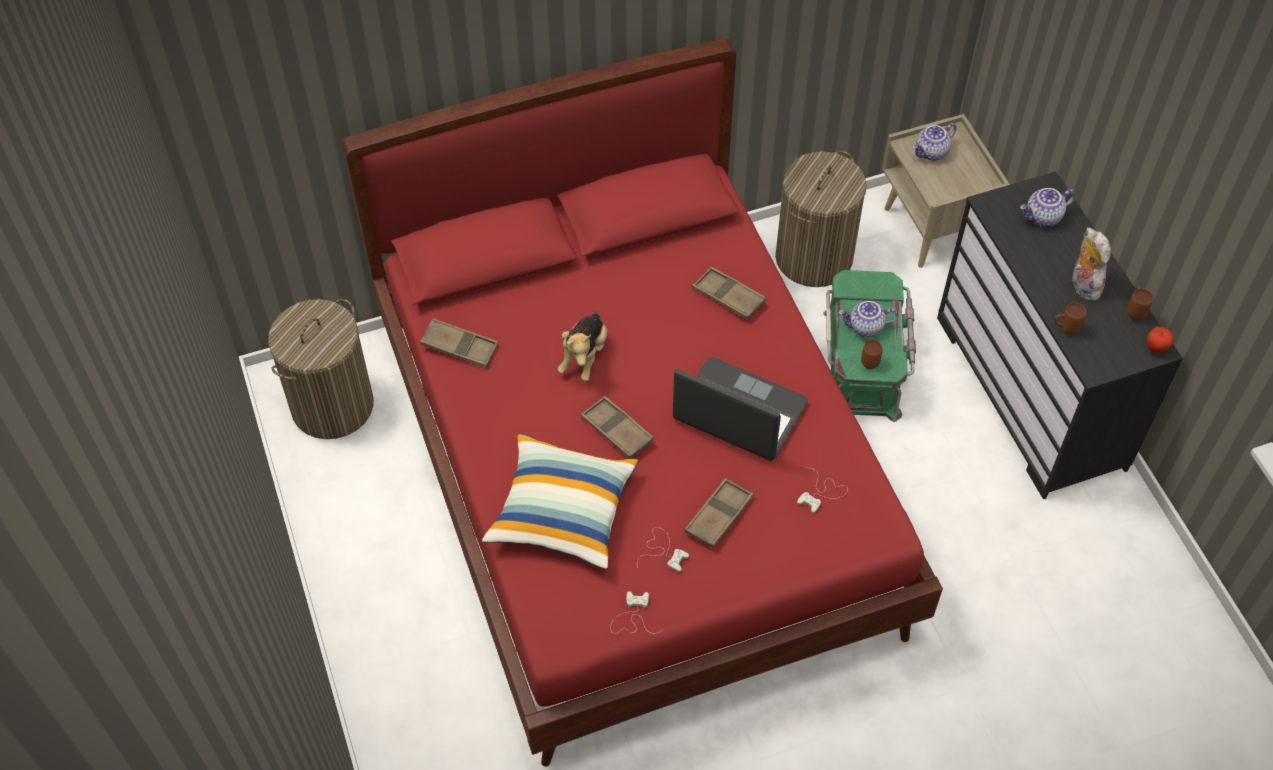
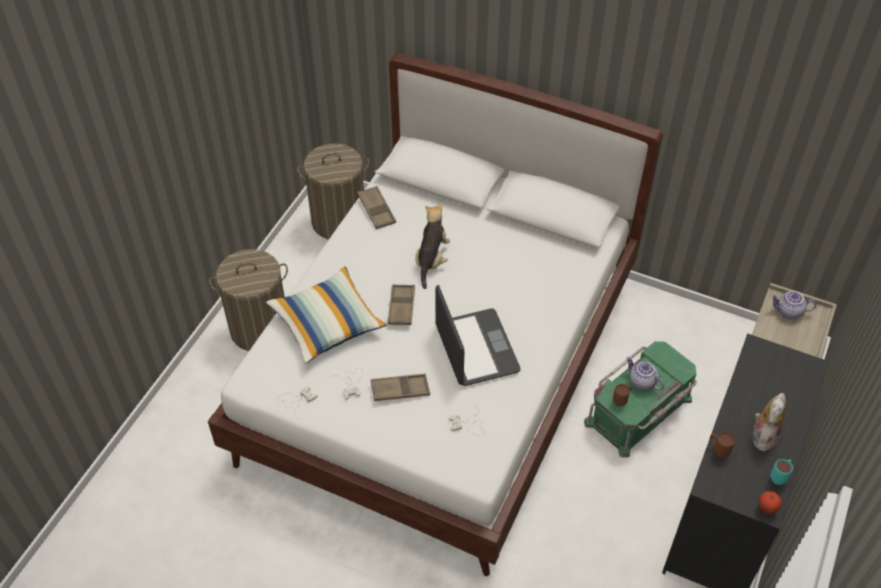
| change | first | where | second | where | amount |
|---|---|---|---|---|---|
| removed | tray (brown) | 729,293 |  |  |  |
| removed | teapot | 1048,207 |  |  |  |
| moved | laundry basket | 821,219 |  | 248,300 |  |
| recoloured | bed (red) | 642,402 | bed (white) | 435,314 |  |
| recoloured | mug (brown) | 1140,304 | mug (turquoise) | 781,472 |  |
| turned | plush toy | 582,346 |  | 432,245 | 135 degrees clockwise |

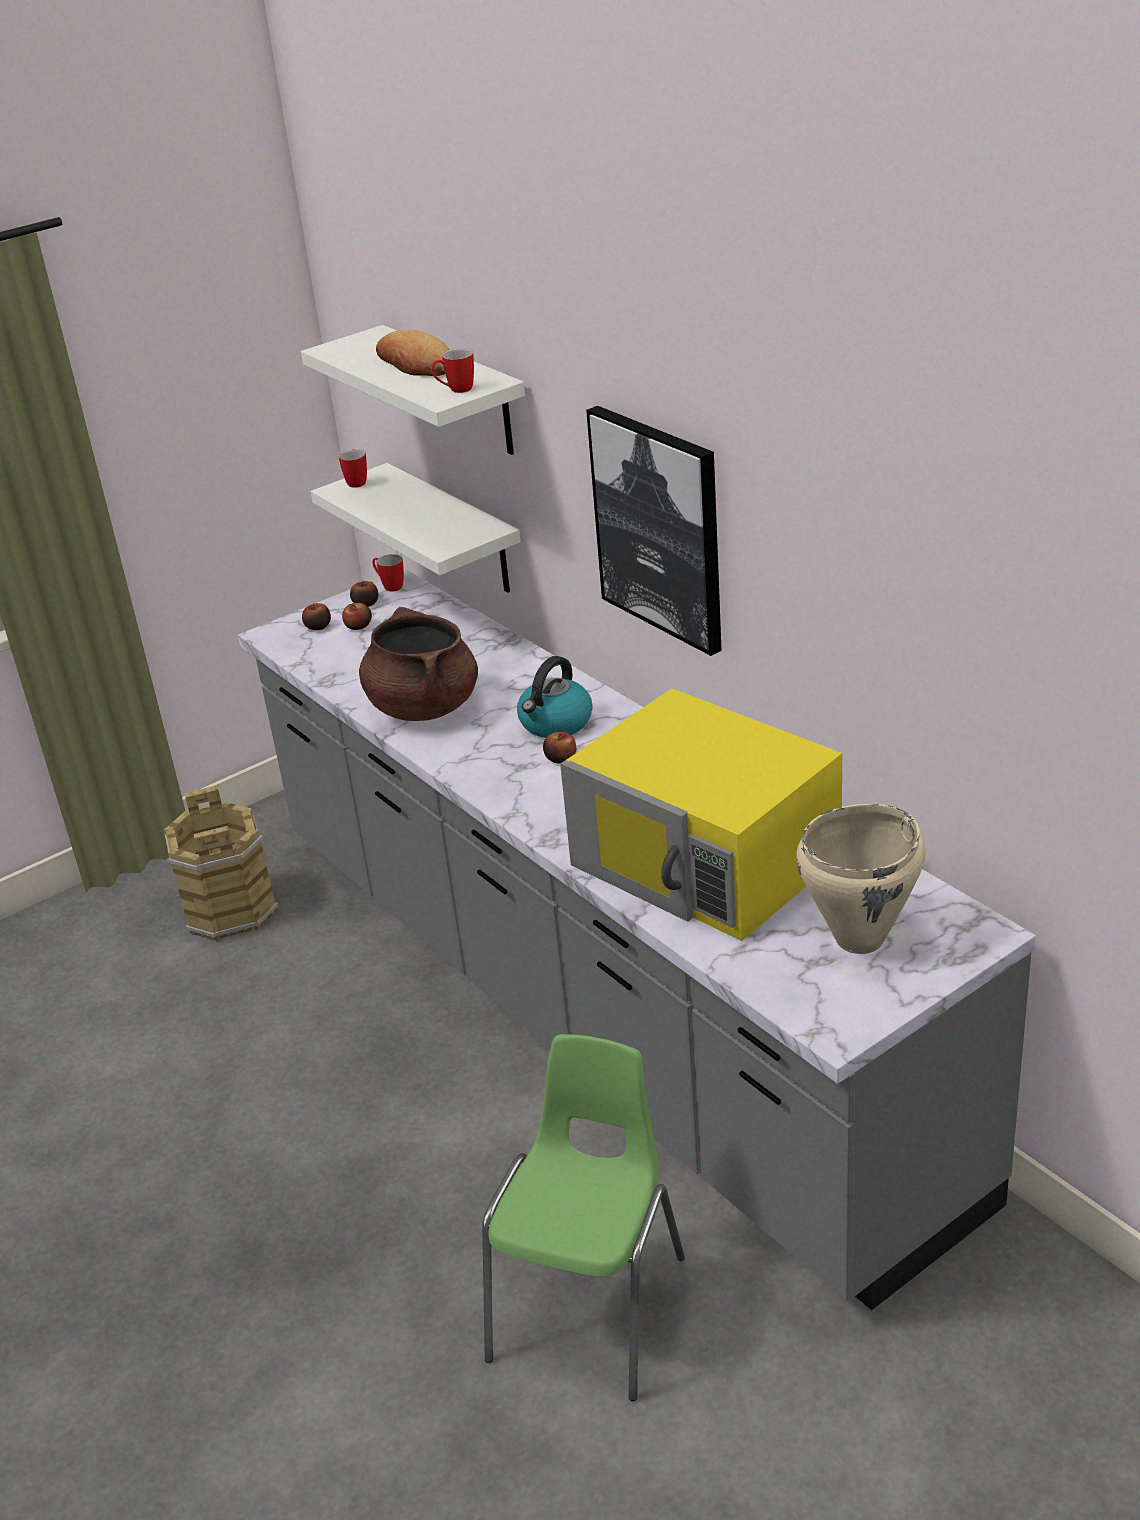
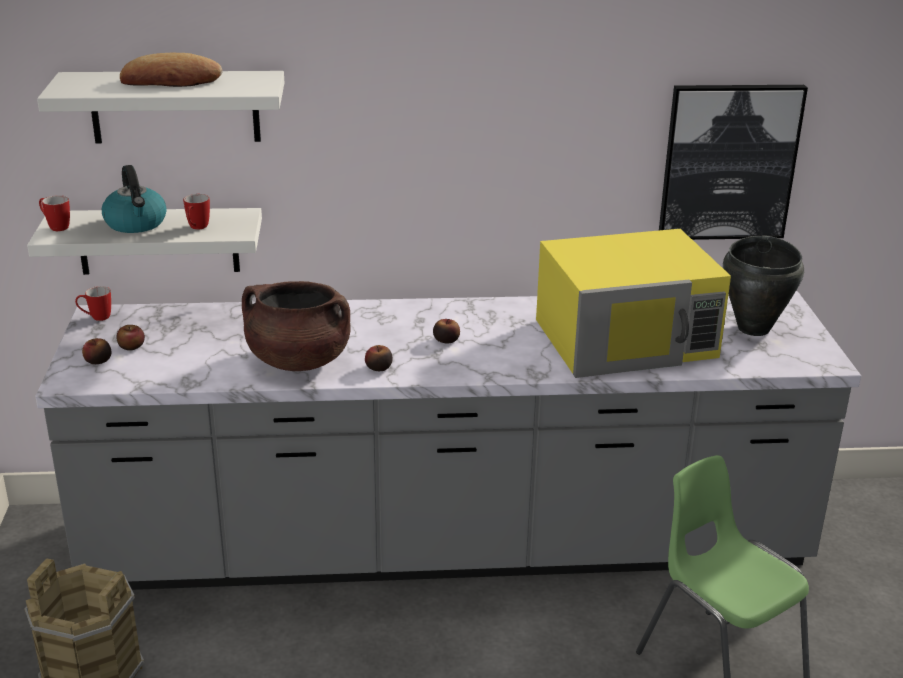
| change | first | where | second | where | amount |
|---|---|---|---|---|---|
| moved | apple | 364,594 |  | 378,358 |  |
| moved | mug | 452,370 |  | 196,212 |  |
| moved | kettle | 555,697 |  | 134,199 |  |
| moved | picture | 654,531 |  | 733,162 |  |
| recoloured | cooking pot (beige) | 861,879 | cooking pot (black) | 763,286 |  |

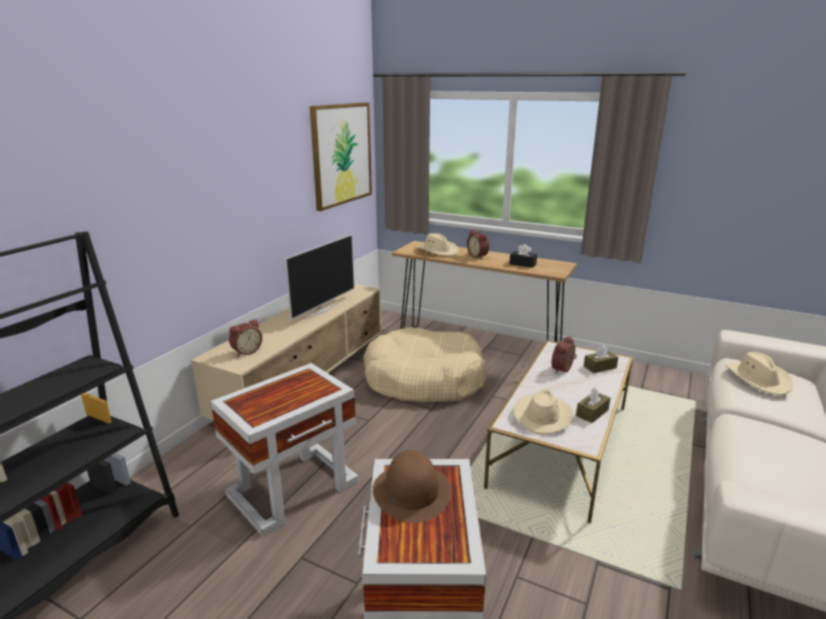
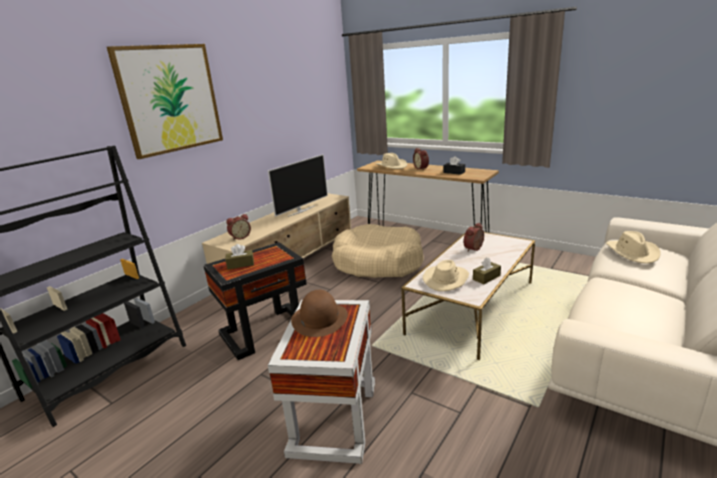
| change | first | where | second | where | amount |
|---|---|---|---|---|---|
| moved | picture | 341,157 |  | 165,101 |  |
| moved | tissue box (brown) | 601,359 |  | 239,256 |  |
| recoloured | side table (white) | 284,450 | side table (black) | 255,301 |  |

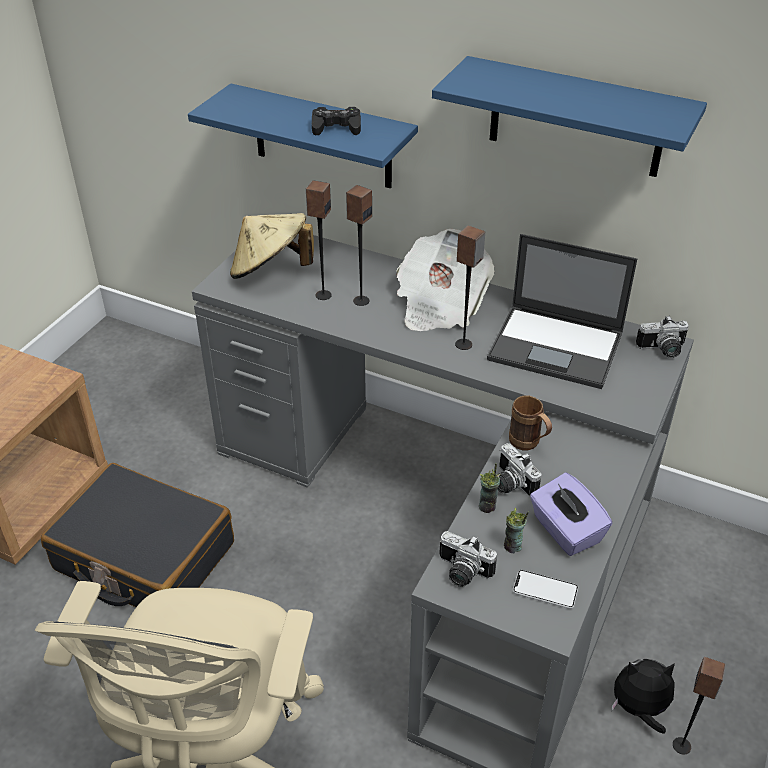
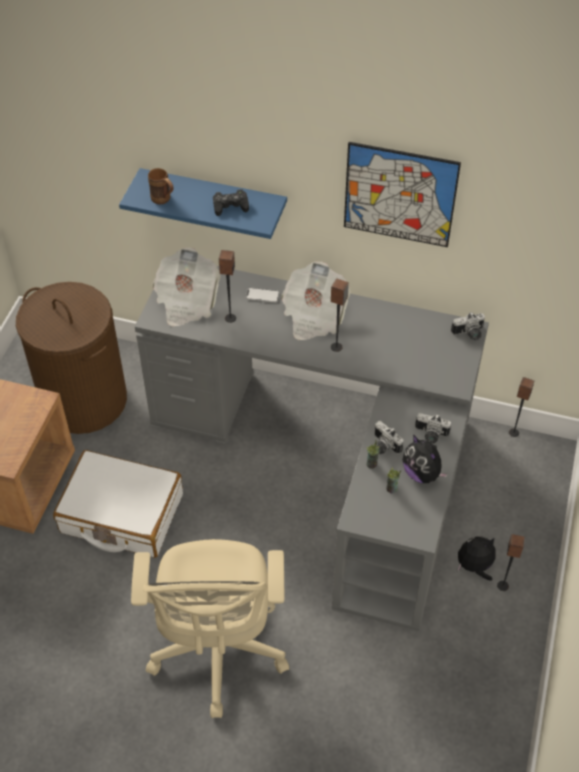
| change | first | where | second | where | amount |
|---|---|---|---|---|---|
| removed | laptop | 562,311 |  |  |  |
| added |  |  | laundry basket (brown) | 71,358 |  |
| moved | speaker | 359,245 |  | 521,407 |  |
| moved | photo camera | 468,559 |  | 433,428 |  |
| moved | mug (brown) | 530,423 |  | 161,186 |  |
| moved | phone | 546,589 |  | 263,295 |  |
| replaced | hat (beige) | 272,246 | newspaper | 186,287 |  |
| replaced | shelf (blue) | 569,116 | picture | 402,194 |  |
| replaced | tissue box (purple) | 571,514 | plush toy | 425,458 |  |
| recoloured | suitcase (black) | 137,535 | suitcase (white) | 118,504 |  |

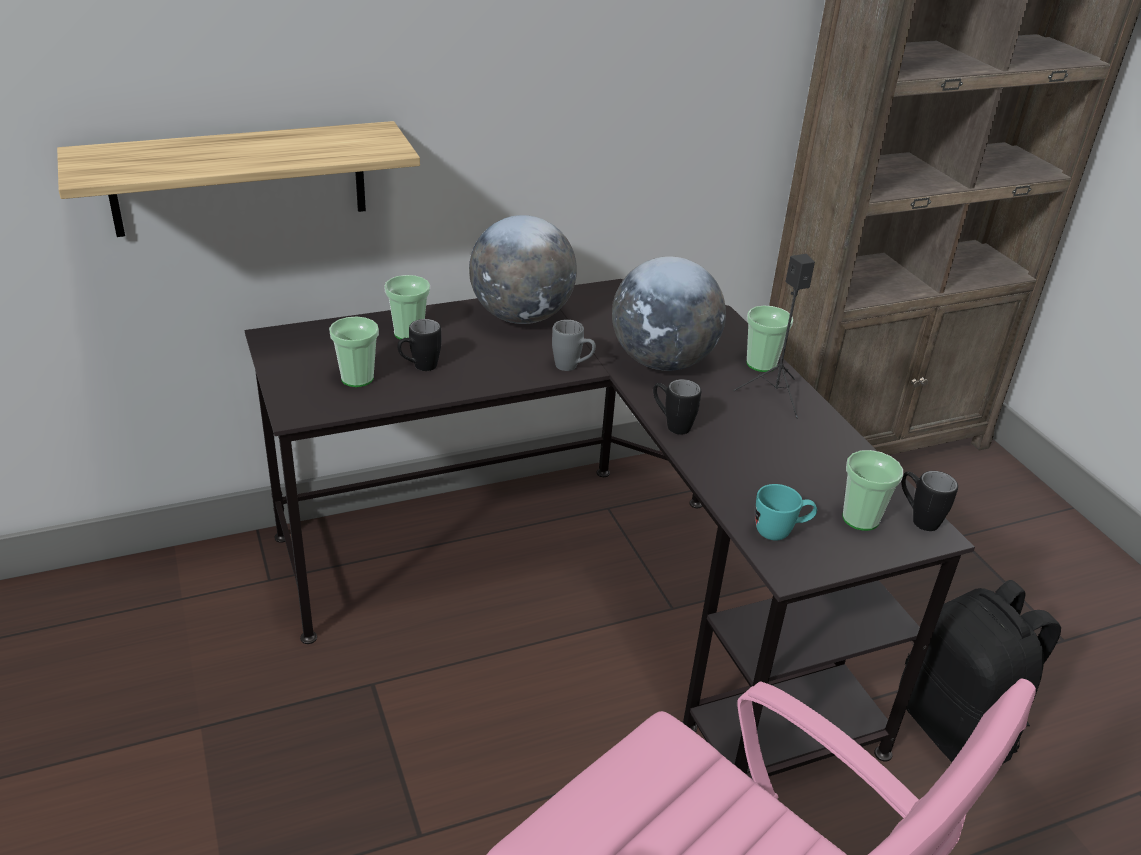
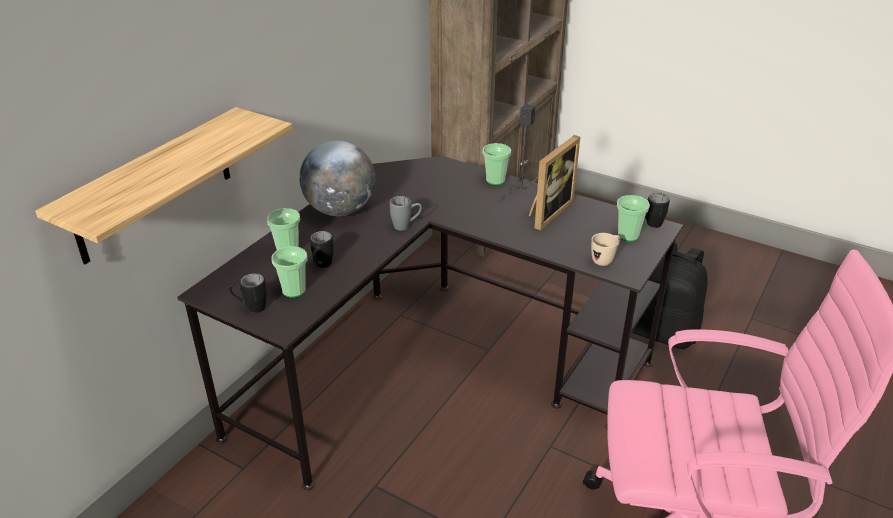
| change | first | where | second | where | amount |
|---|---|---|---|---|---|
| removed | globe | 669,313 |  |  |  |
| added |  |  | picture frame | 554,182 |  |
| moved | mug (black) | 677,407 |  | 248,293 |  |
| recoloured | mug (turquoise) | 786,512 | mug (beige) | 606,249 |  |

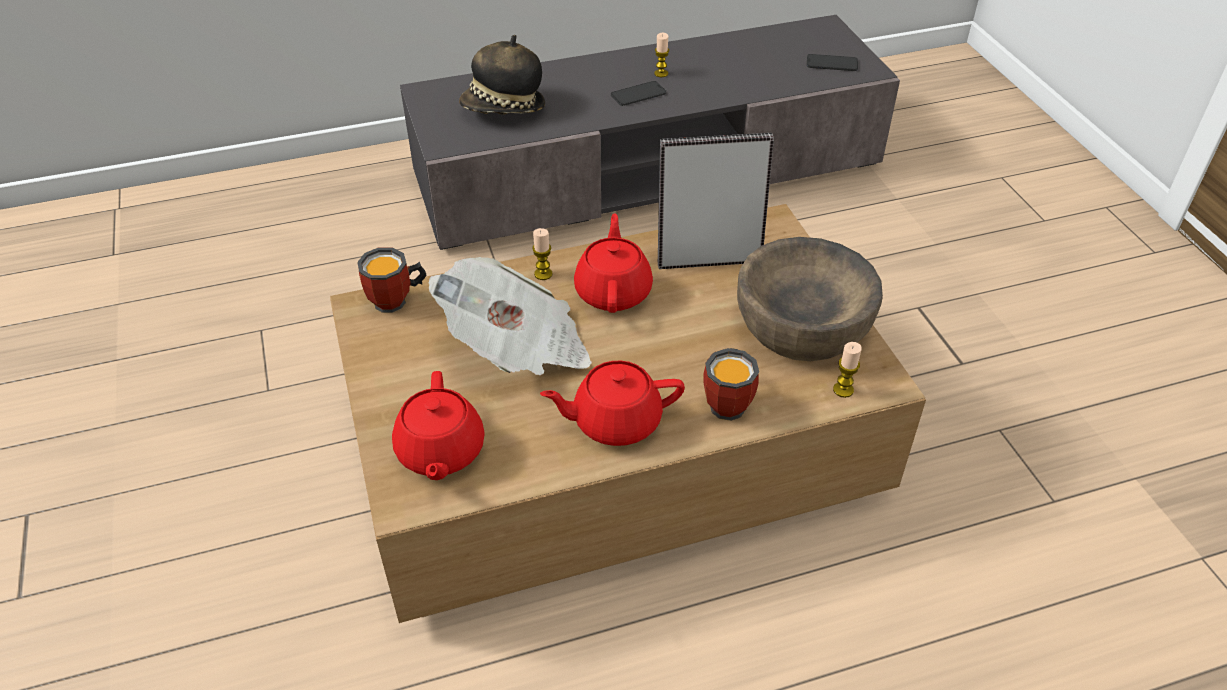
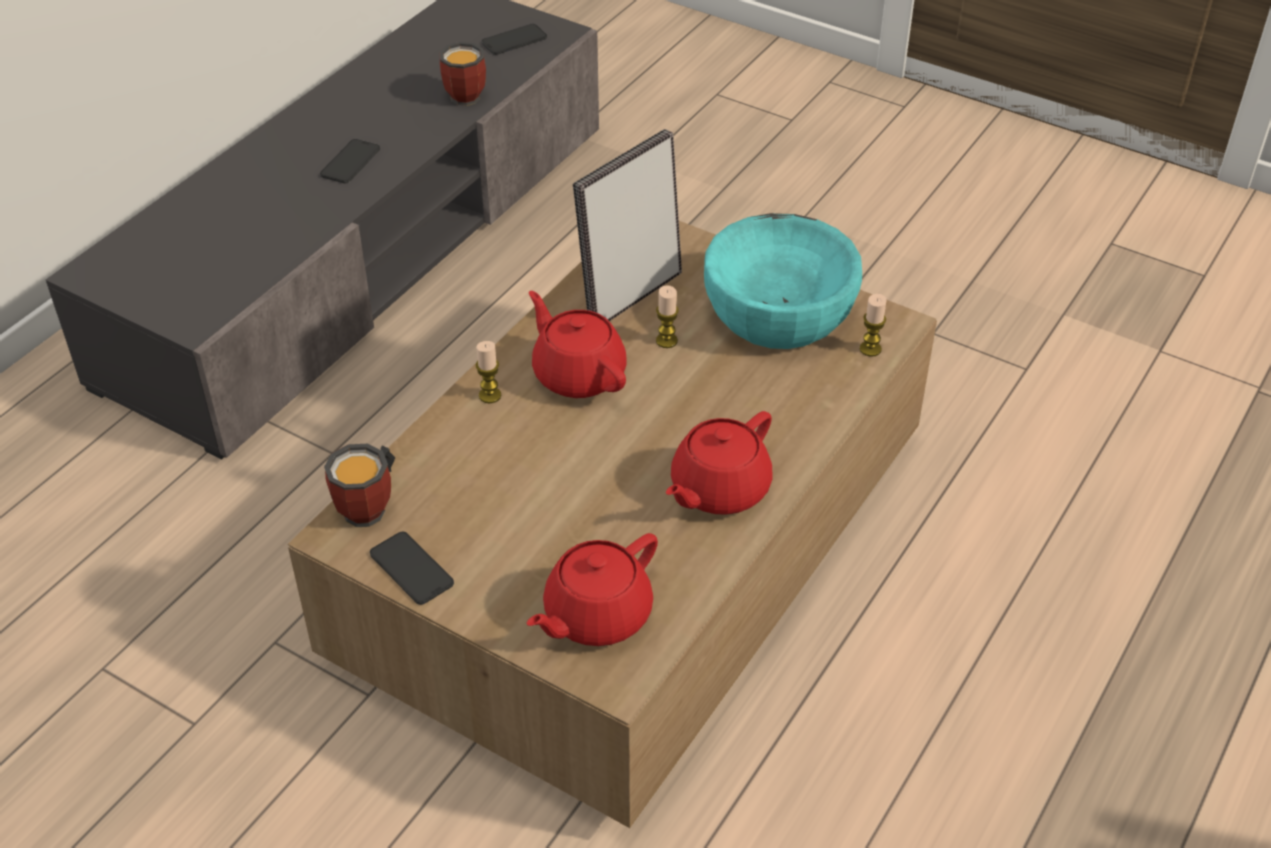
| change | first | where | second | where | amount |
|---|---|---|---|---|---|
| removed | newspaper | 510,316 |  |  |  |
| removed | hat | 502,75 |  |  |  |
| added |  |  | phone | 412,568 |  |
| moved | candle | 661,55 |  | 667,316 |  |
| moved | mug | 731,384 |  | 462,74 |  |
| recoloured | bowl (brown) | 810,299 | bowl (turquoise) | 783,281 |  |
| turned | teapot (red) | 438,425 |  | 592,589 | 90 degrees clockwise |

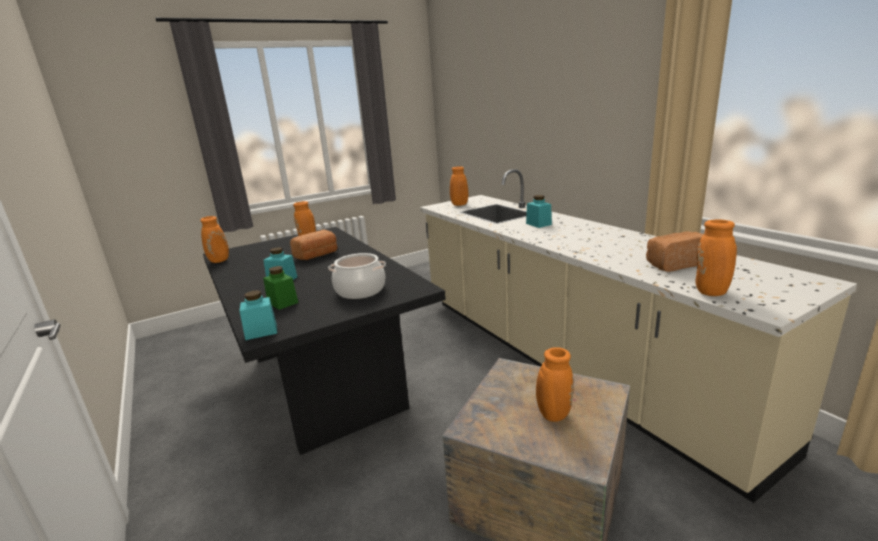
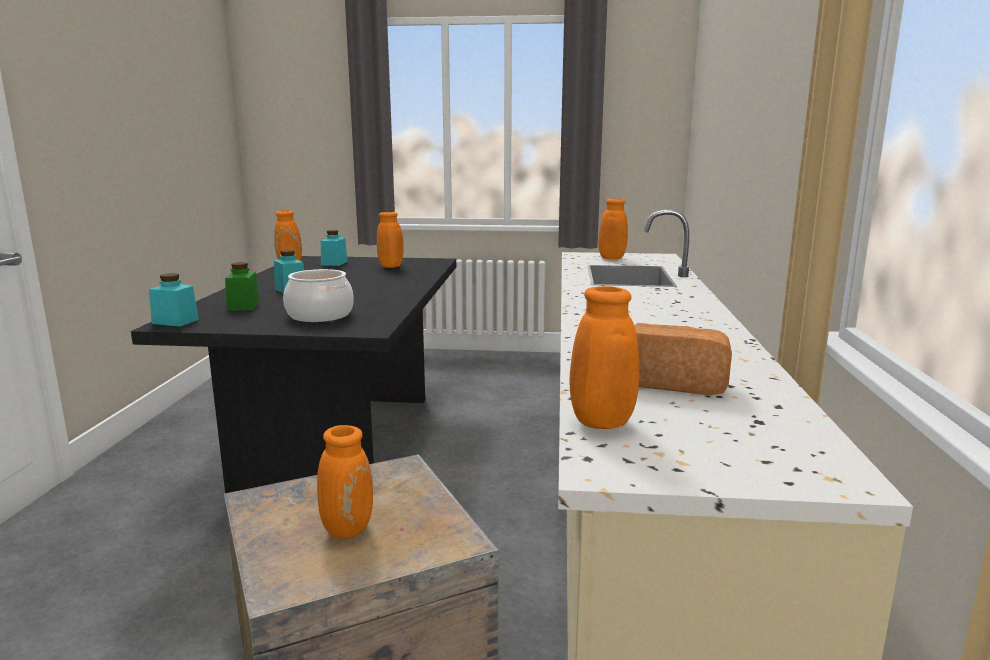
| change | first | where | second | where | amount |
|---|---|---|---|---|---|
| removed | bread | 313,245 |  |  |  |
| moved | jar (turquoise) | 539,211 |  | 334,248 |  |

